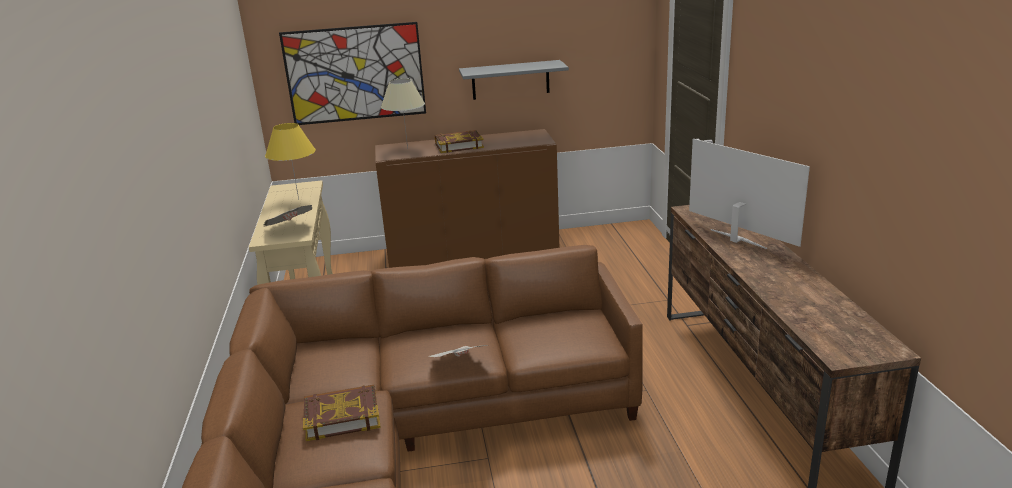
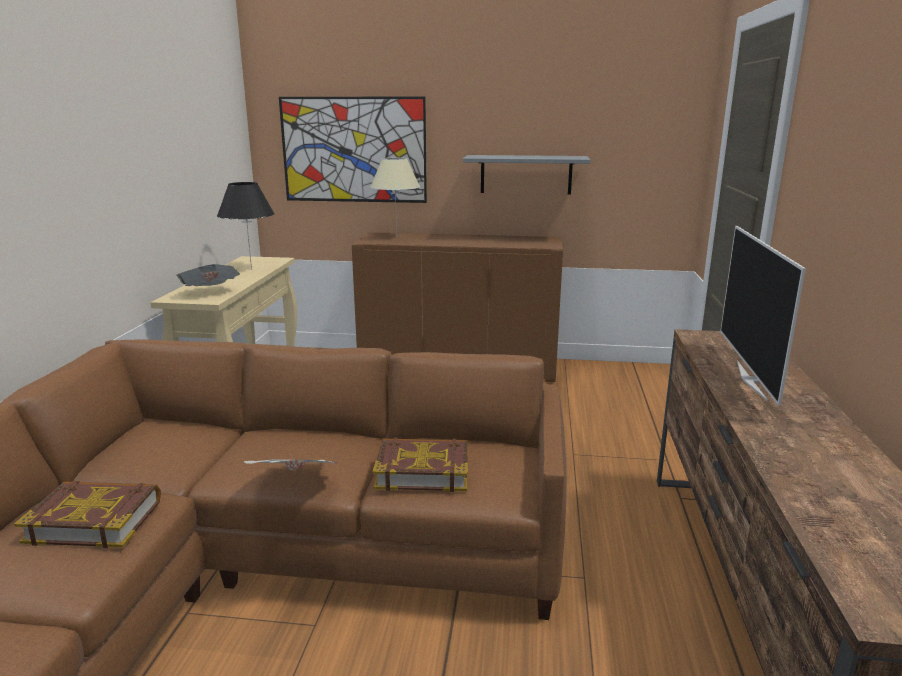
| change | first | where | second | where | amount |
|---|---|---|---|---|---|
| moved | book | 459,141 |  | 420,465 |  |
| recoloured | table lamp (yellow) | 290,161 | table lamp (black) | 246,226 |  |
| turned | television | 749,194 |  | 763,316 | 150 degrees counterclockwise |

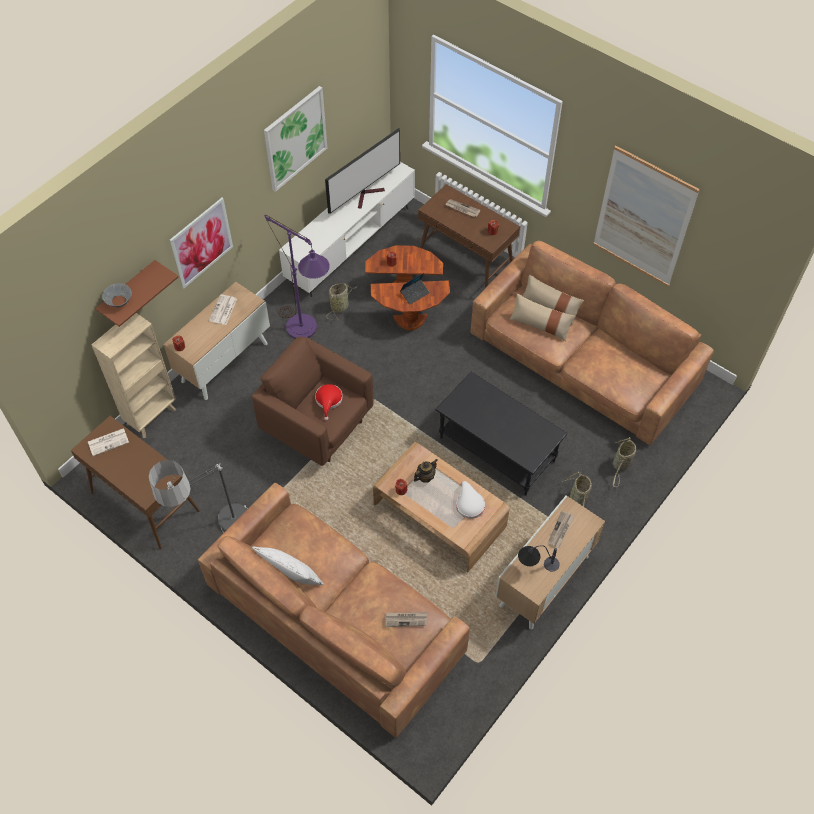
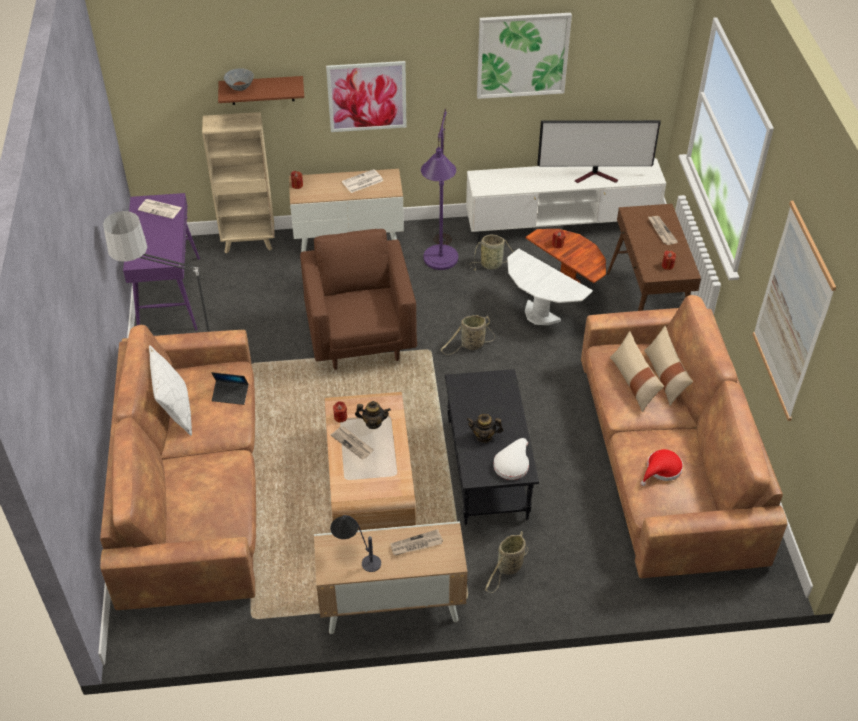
| change | first | where | second | where | amount |
|---|---|---|---|---|---|
| added |  |  | teapot | 485,428 |  |
| moved | hat (red) | 329,402 |  | 662,467 |  |
| moved | newspaper | 406,619 |  | 352,443 |  |
| moved | laptop | 415,289 |  | 229,388 |  |
| moved | hat (white) | 470,500 |  | 511,459 |  |
| moved | basket | 624,462 |  | 468,335 |  |
| recoloured | console table (brown) | 135,482 | console table (purple) | 161,261 |  |
| recoloured | side table (brown) | 410,305 | side table (white) | 550,287 |  |

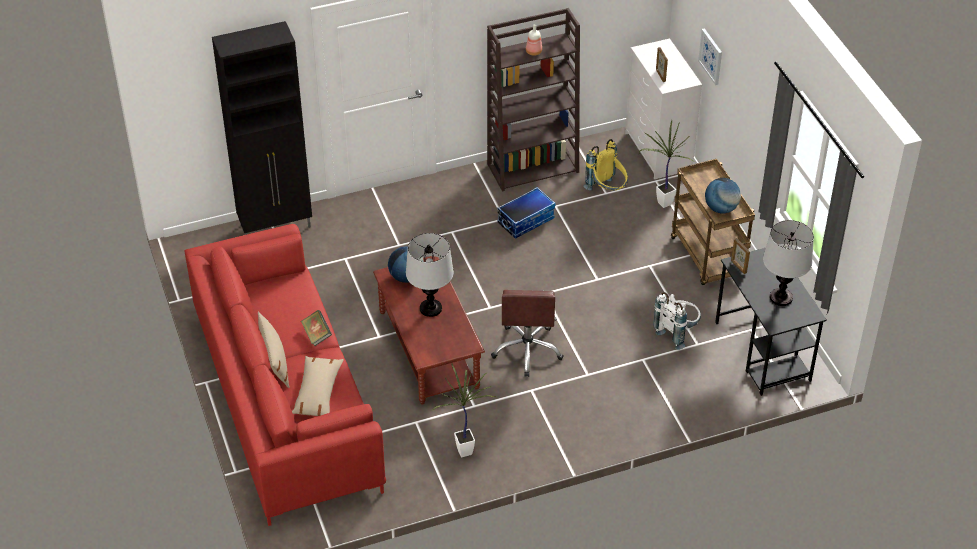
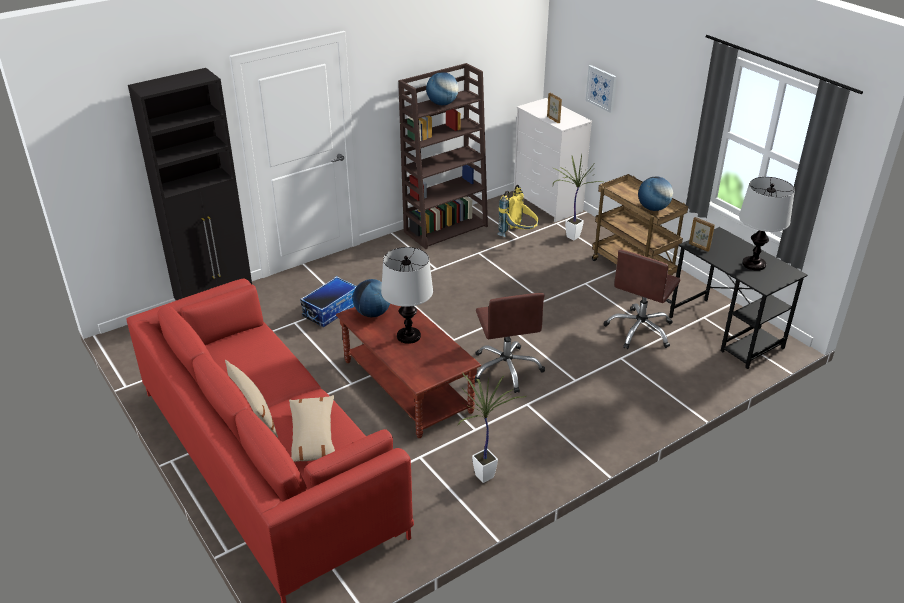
| change | first | where | second | where | amount |
|---|---|---|---|---|---|
| removed | book | 316,328 |  |  |  |
| moved | storage box | 526,213 |  | 328,301 |  |
| replaced | bottle | 534,40 | globe | 442,88 |  |
| replaced | backpack (white) | 677,321 | office chair (brown) | 642,299 |  |

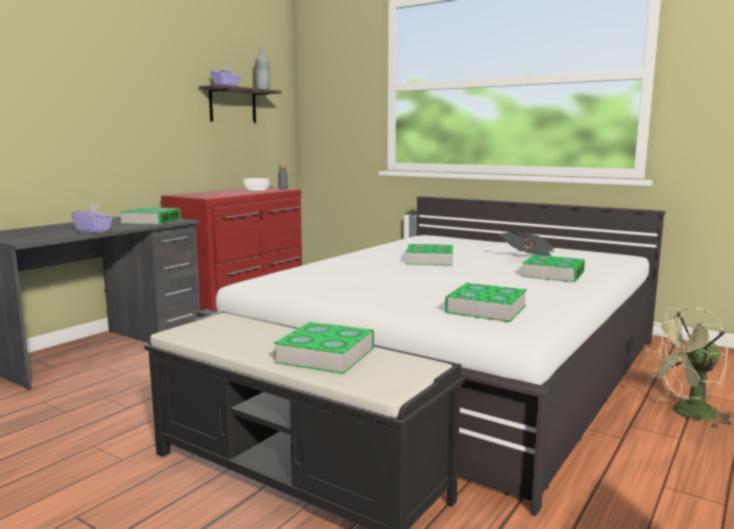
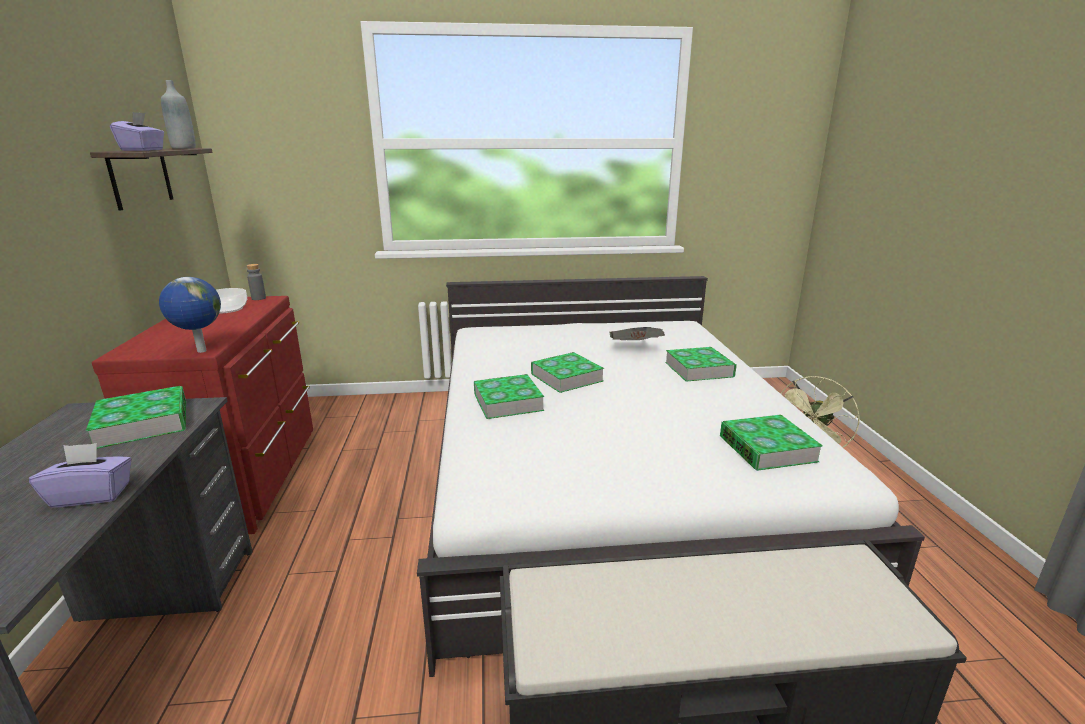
| change | first | where | second | where | amount |
|---|---|---|---|---|---|
| added |  |  | globe | 190,315 |  |
| moved | book | 323,348 |  | 509,396 |  |

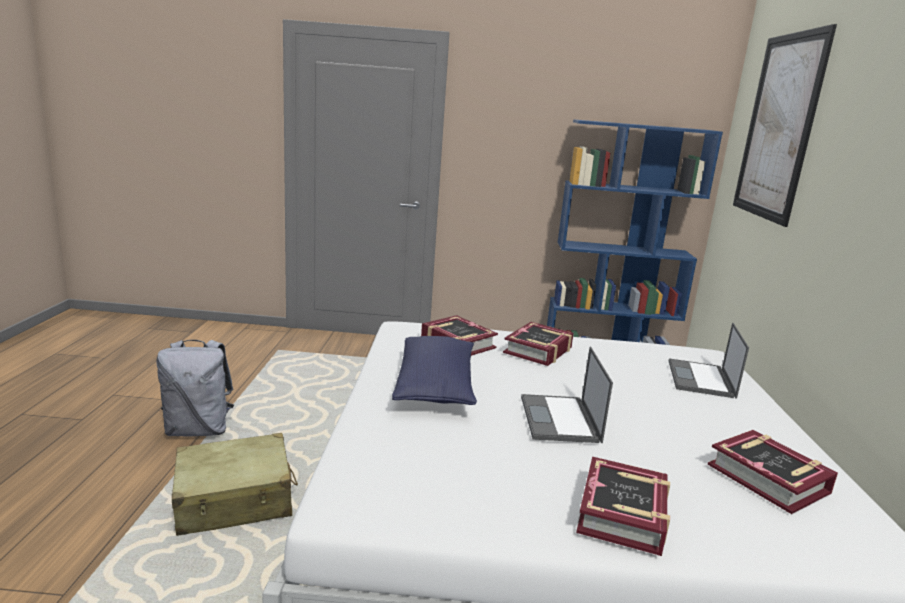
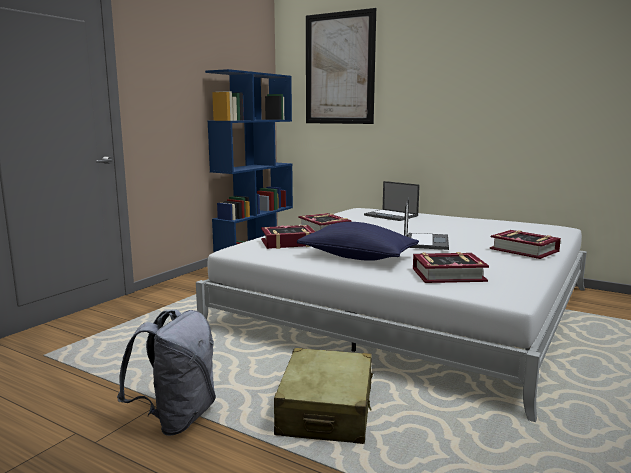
| change | first | where | second | where | amount |
|---|---|---|---|---|---|
| moved | book | 773,472 |  | 451,267 |  |
| turned | laptop | 567,395 |  | 426,224 | 105 degrees counterclockwise |

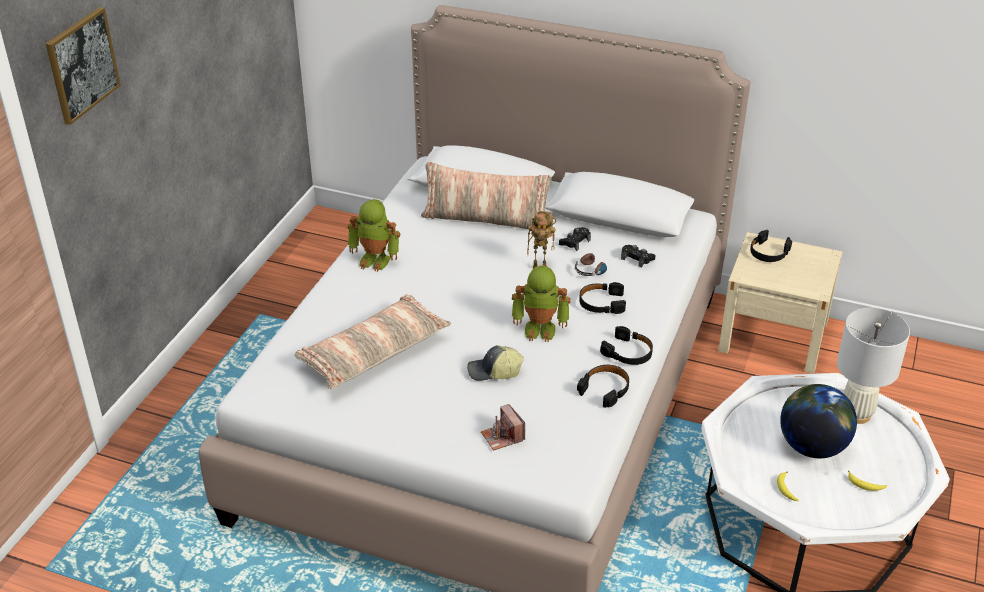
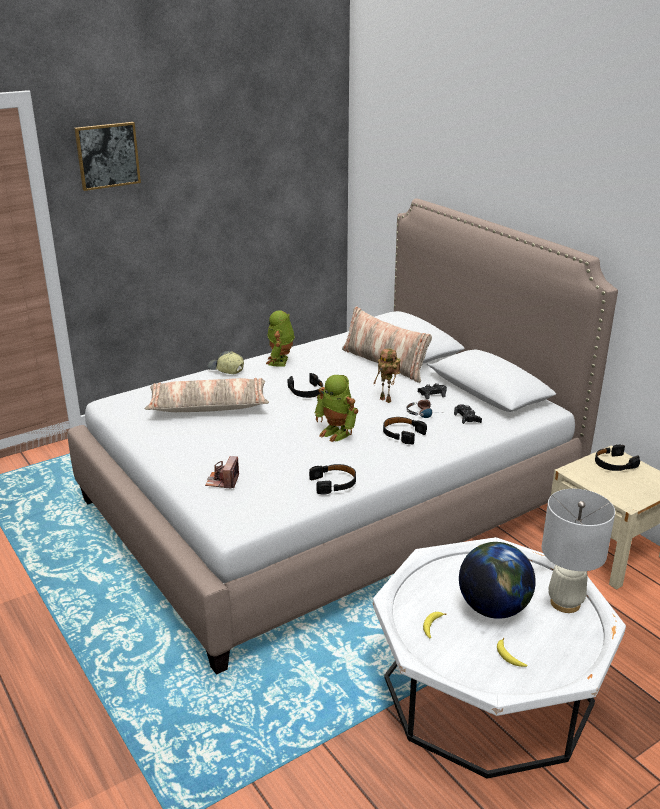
| change | first | where | second | where | amount |
|---|---|---|---|---|---|
| moved | cap | 495,363 |  | 225,362 |  |
| moved | headphones (black) | 626,345 |  | 305,385 |  |
| turned | toy robot | 374,235 |  | 280,338 | 45 degrees clockwise |

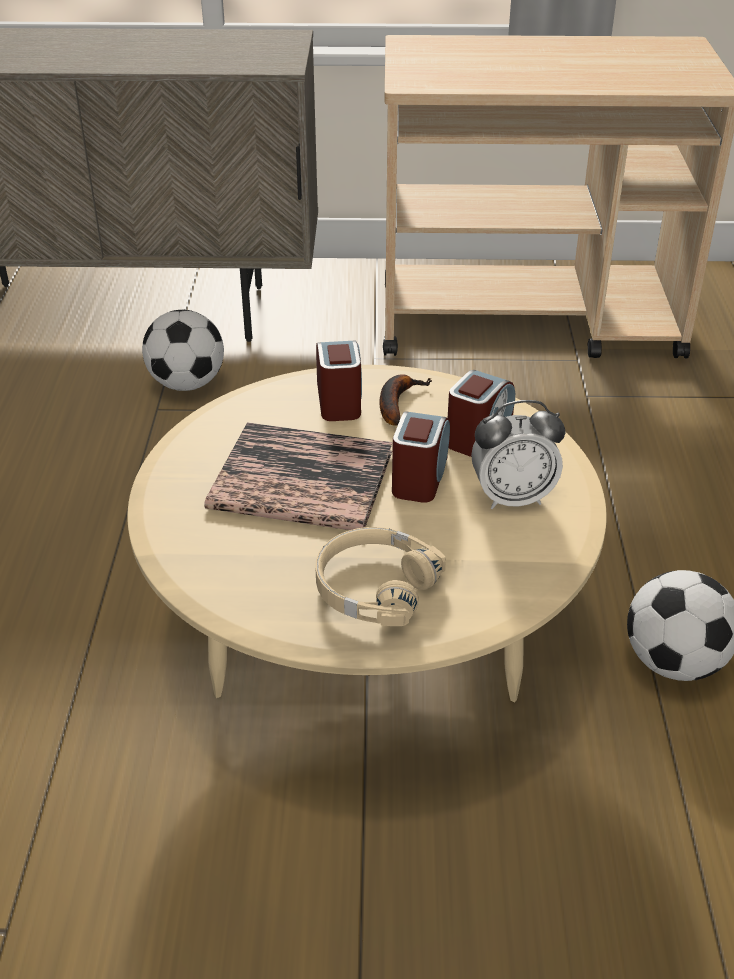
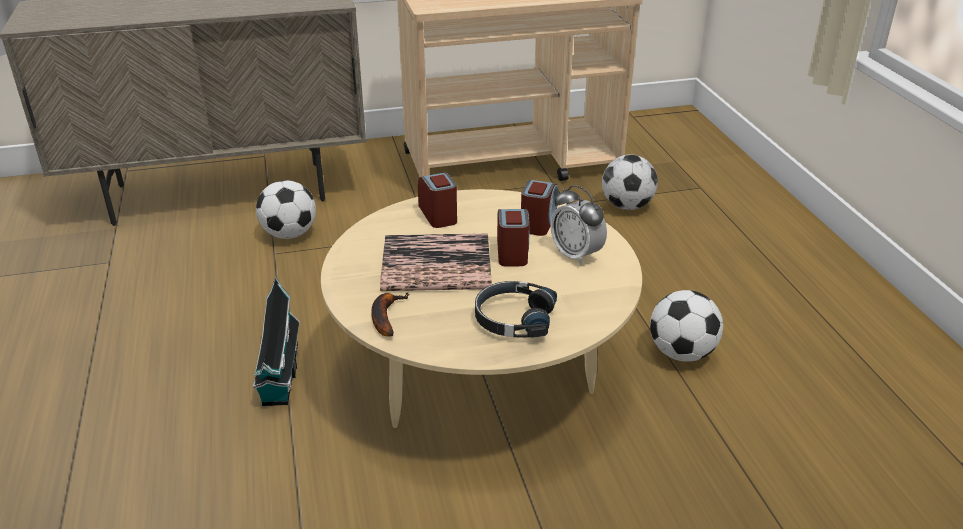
| change | first | where | second | where | amount |
|---|---|---|---|---|---|
| added |  |  | toy house | 276,341 |  |
| added |  |  | football | 630,182 |  |
| moved | banana | 405,400 |  | 390,315 |  |
| recoloured | headphones (beige) | 381,576 | headphones (black) | 516,309 |  |
| turned | alarm clock | 518,454 |  | 579,225 | 75 degrees clockwise |

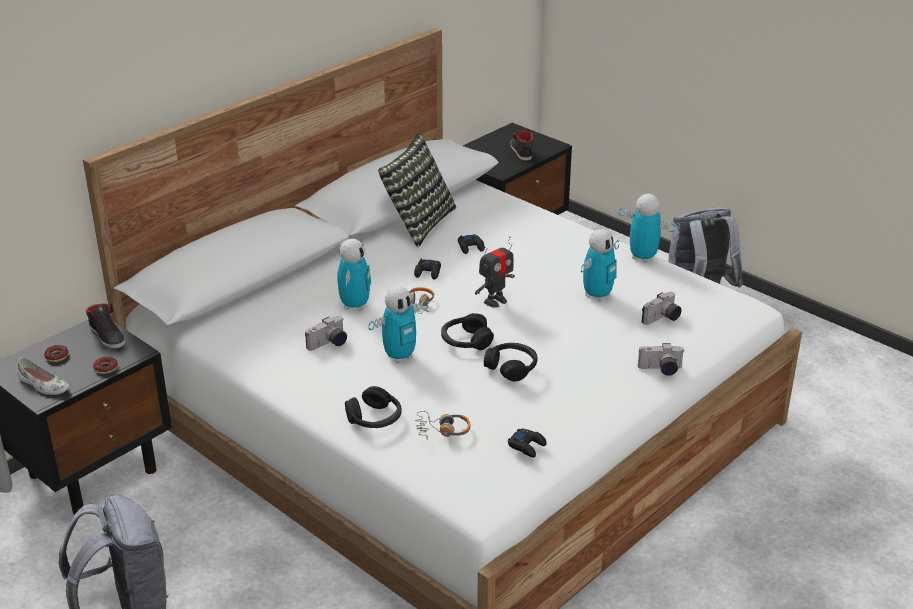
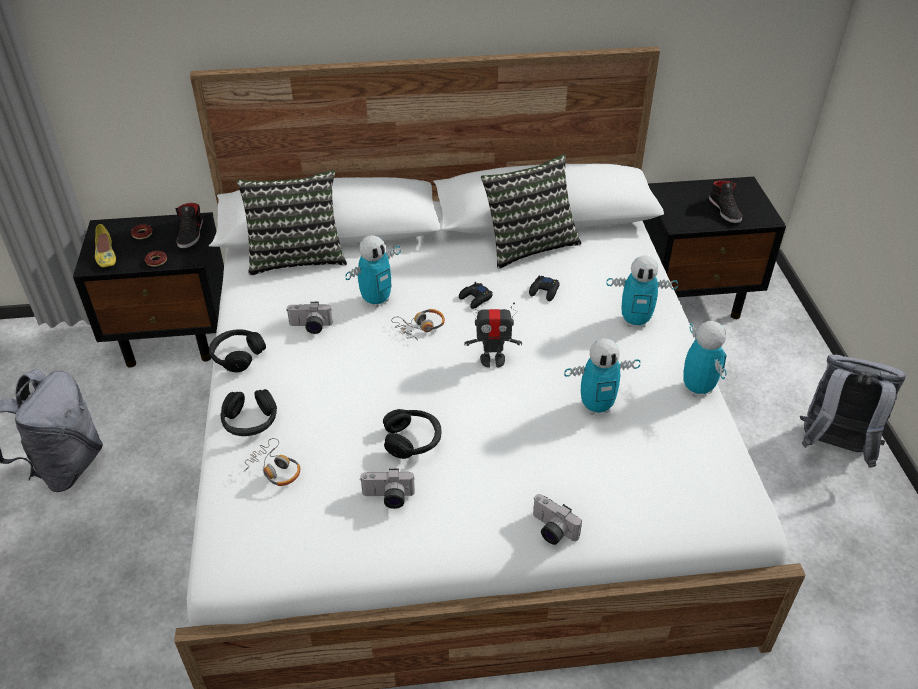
| change | first | where | second | where | amount |
|---|---|---|---|---|---|
| removed | game controller (black) | 527,443 |  |  |  |
| added |  |  | pillow | 292,223 |  |
| moved | toy robot | 398,324 |  | 642,291 |  |
| moved | headphones (black) | 467,331 |  | 237,351 |  |
| moved | photo camera | 662,308 |  | 387,489 |  |
| recoloured | shoe (white) | 43,376 | shoe (yellow) | 105,245 |  |
| turned | shoe (black) | 522,145 |  | 725,201 | 135 degrees clockwise |

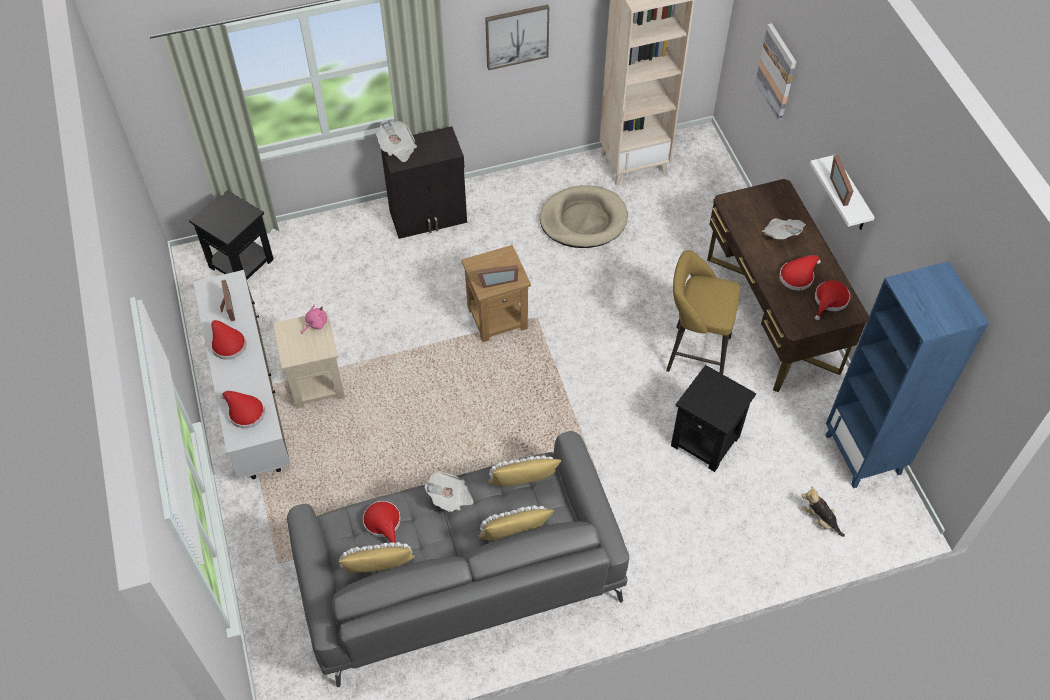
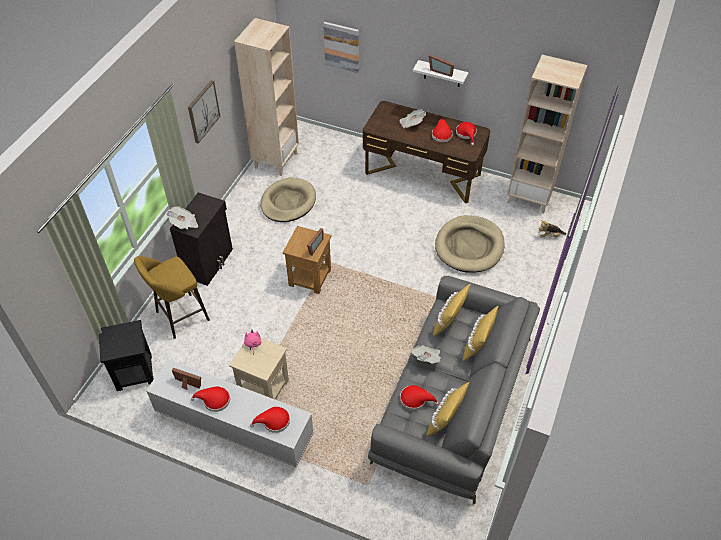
| change | first | where | second | where | amount |
|---|---|---|---|---|---|
| moved | stool (yellow) | 703,312 |  | 172,297 |  |
| replaced | side table (black) | 713,418 | dog bed (beige) | 470,244 |  |
| recoloured | bookcase (blue) | 907,374 | bookcase (beige) | 547,134 |  |

